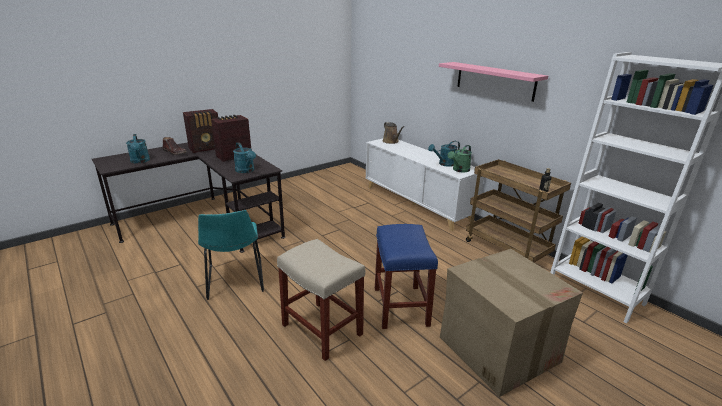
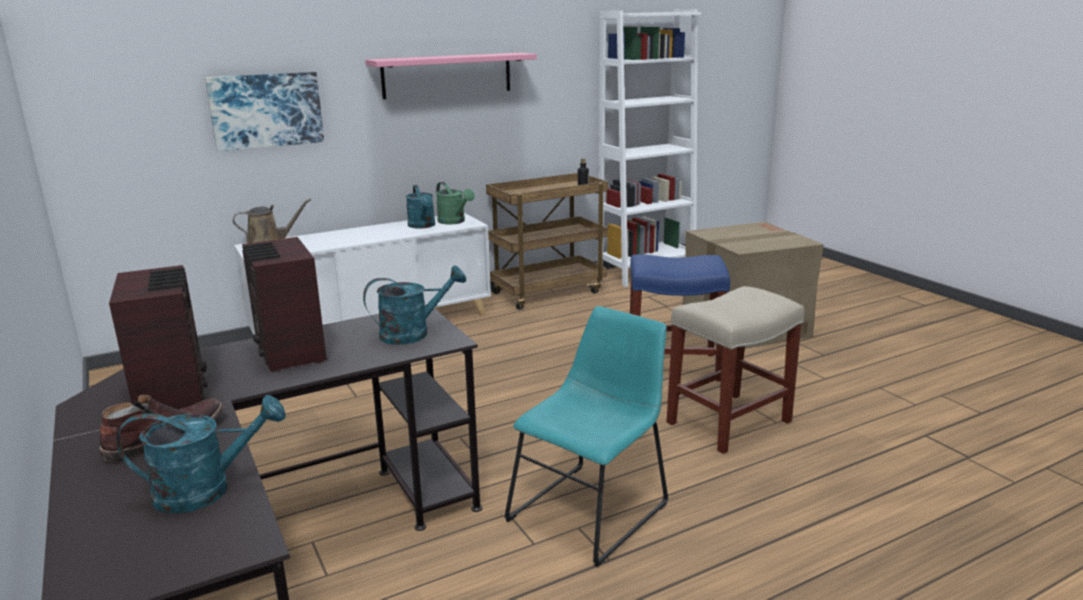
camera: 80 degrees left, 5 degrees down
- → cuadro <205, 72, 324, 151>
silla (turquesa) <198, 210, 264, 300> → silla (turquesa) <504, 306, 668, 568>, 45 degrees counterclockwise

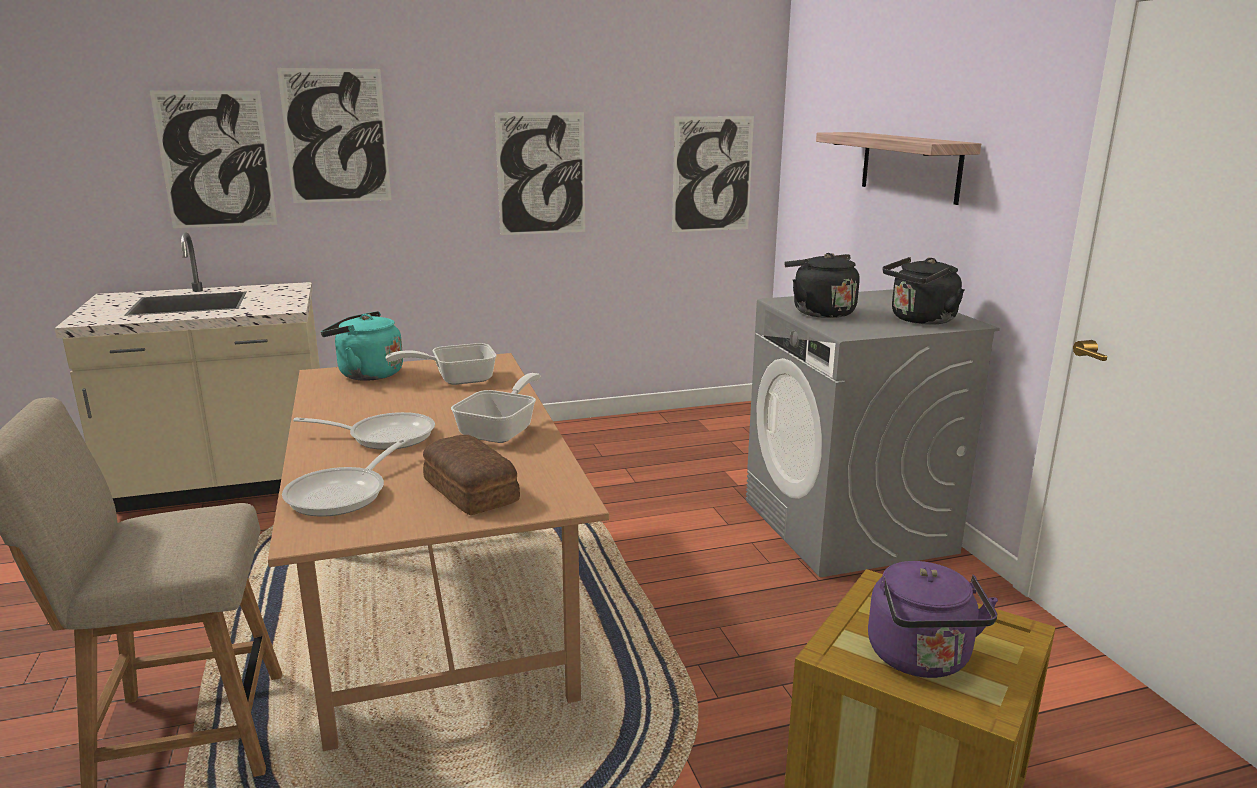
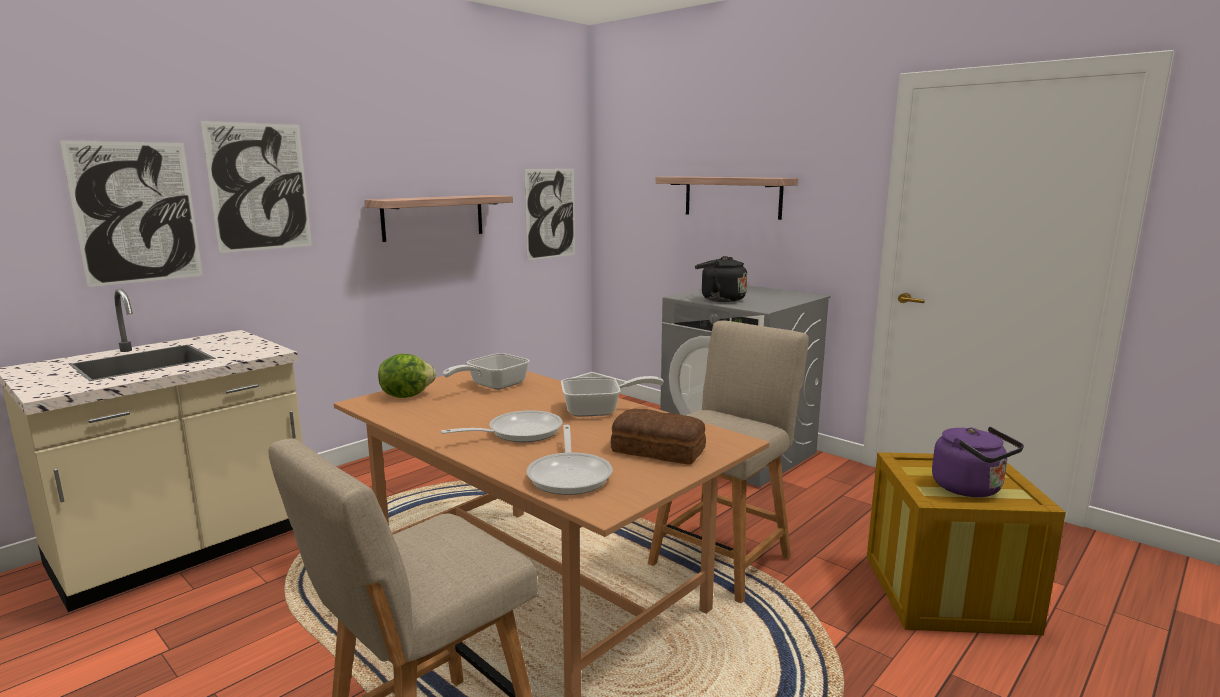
camera: 30 degrees left, 5 degrees down
cuadro <495, 112, 585, 235> → estante <364, 195, 513, 242>
hervidor (turquesa) <321, 311, 403, 381> → lechuga <378, 354, 436, 398>
sartén <451, 373, 540, 443> → sartén <561, 376, 664, 417>, 90 degrees clockwise
- → silla (beis) <648, 320, 809, 603>
hervidor (negro) <883, 257, 964, 325> → -

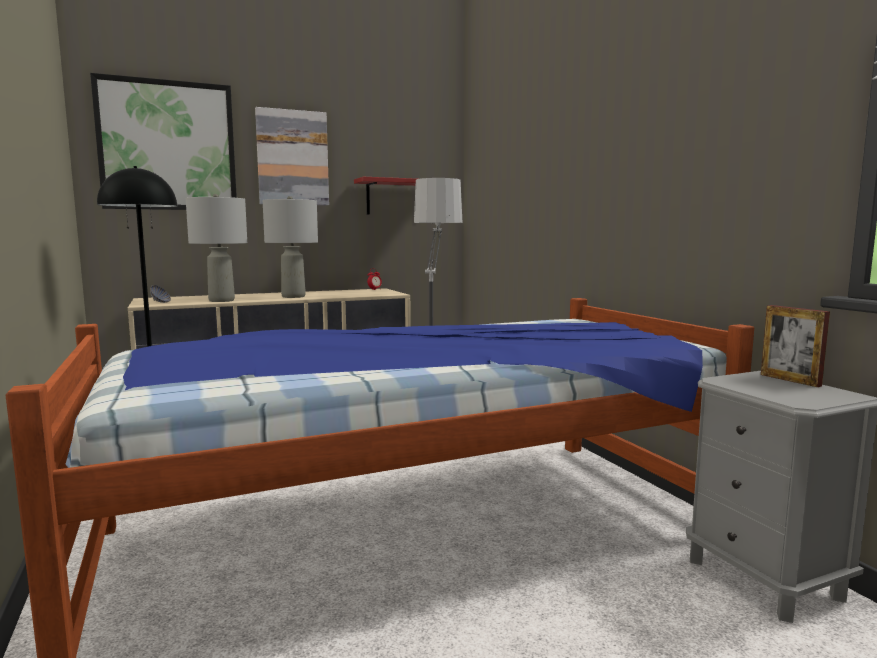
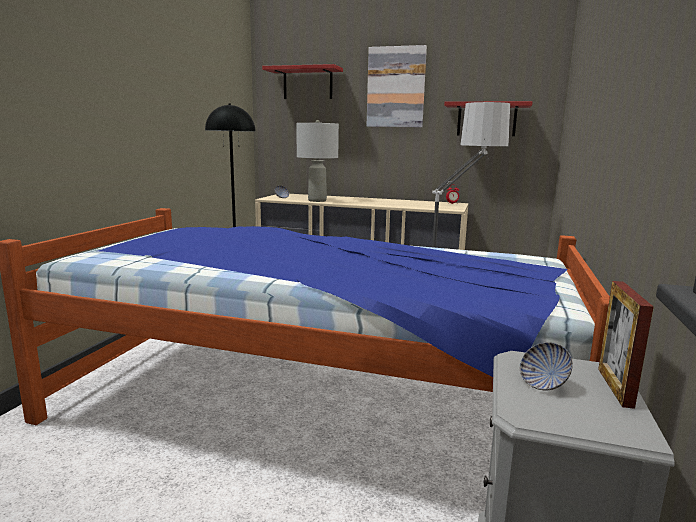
camera: 40 degrees right, 5 degrees up
cuadro <90, 73, 237, 210> → estante (rojo) <262, 64, 343, 99>
- → cuenco <520, 342, 573, 390>
lámpara de mesa (gris) <263, 196, 318, 298> → -

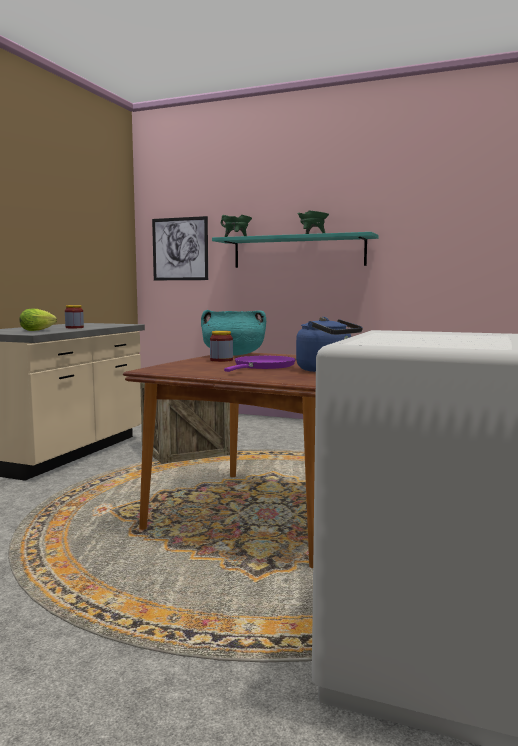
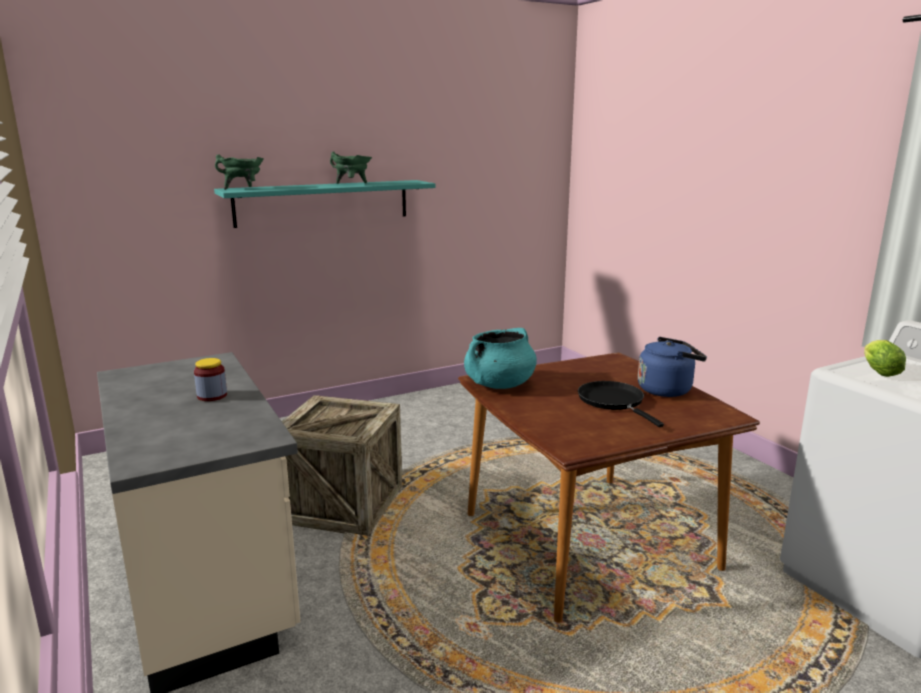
camera: 50 degrees left, 10 degrees up
sartén (morado) <224, 356, 296, 372> → sartén (negro) <578, 381, 664, 427>
lechuga <20, 309, 57, 331> → lechuga <864, 340, 906, 377>, move
cuadro <152, 216, 208, 280> → -
tarro <210, 331, 233, 362> → -

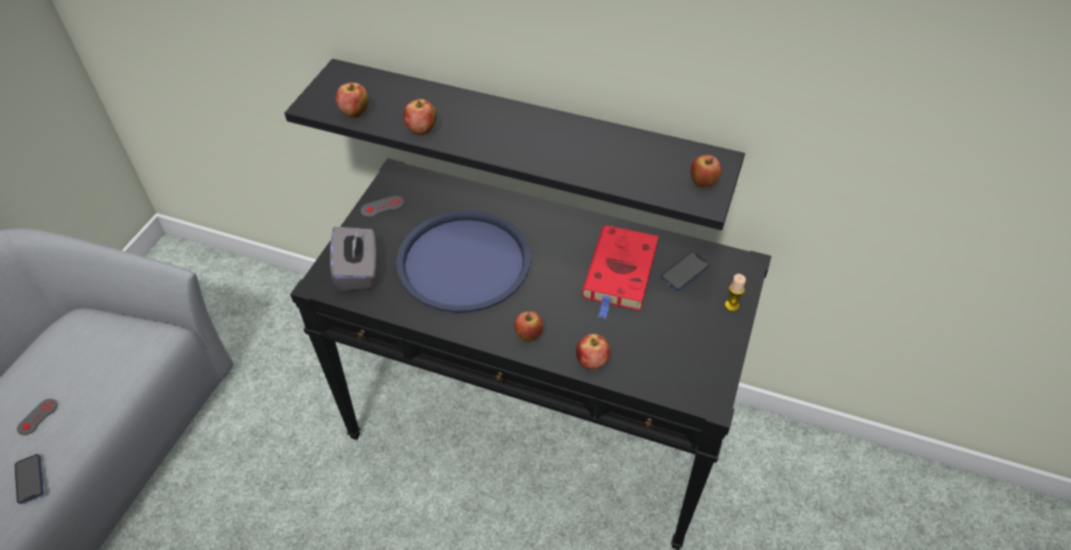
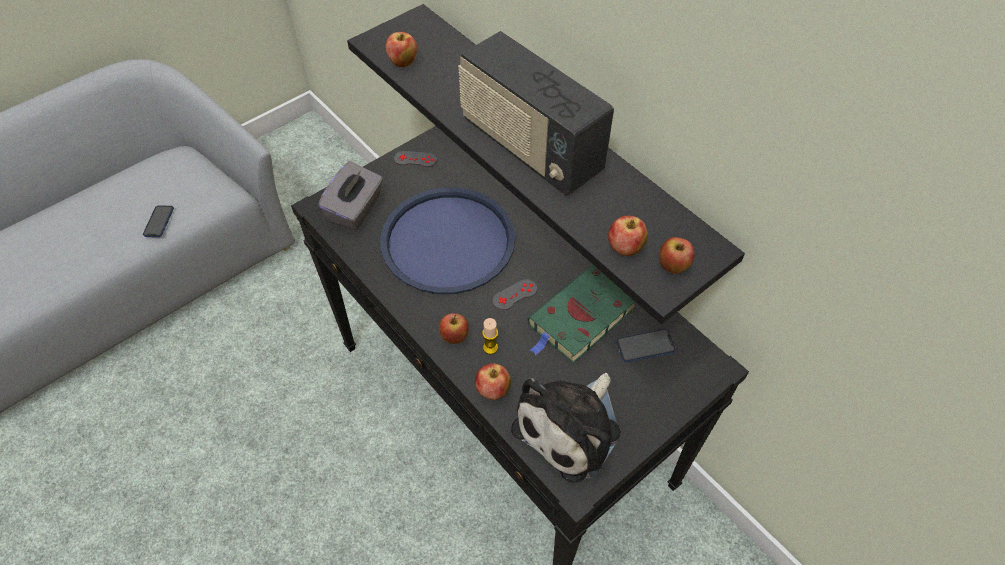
camera: 30 degrees right, 5 degrees up
móvil <14, 454, 44, 504> → móvil <143, 205, 174, 237>, move
- → radio <458, 31, 614, 196>
vela <725, 274, 746, 312> → vela <482, 318, 498, 354>, move
mando de consola (gris) <17, 399, 58, 435> → mando de consola (gris) <493, 279, 537, 310>, move
- → peluche <511, 373, 621, 483>
libro (rojo) <581, 225, 658, 319> → libro (verde) <527, 265, 637, 363>
manzana <404, 99, 437, 135> → manzana <608, 216, 648, 256>, move

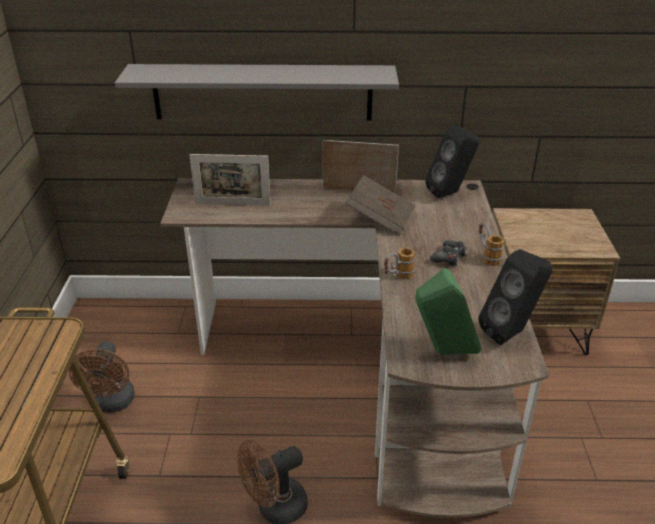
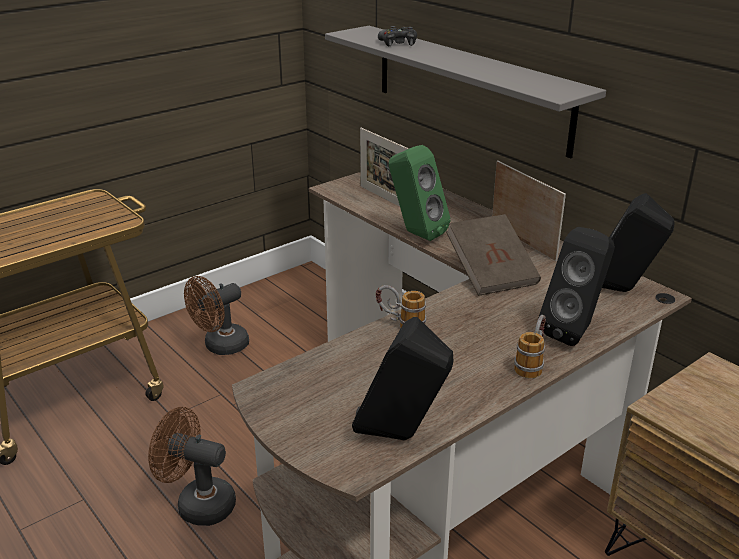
camera: 50 degrees right, 5 degrees down
mando de consola (negro) <430, 240, 466, 266> → mando de consola (negro) <378, 26, 417, 46>, move
altavoz (verde) <415, 268, 481, 355> → altavoz (verde) <389, 145, 451, 241>, move
- → altavoz (negro) <539, 227, 615, 346>

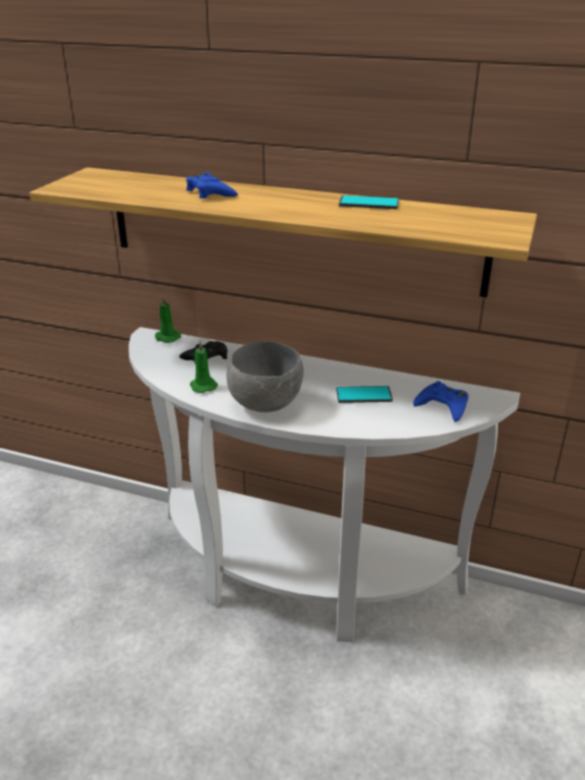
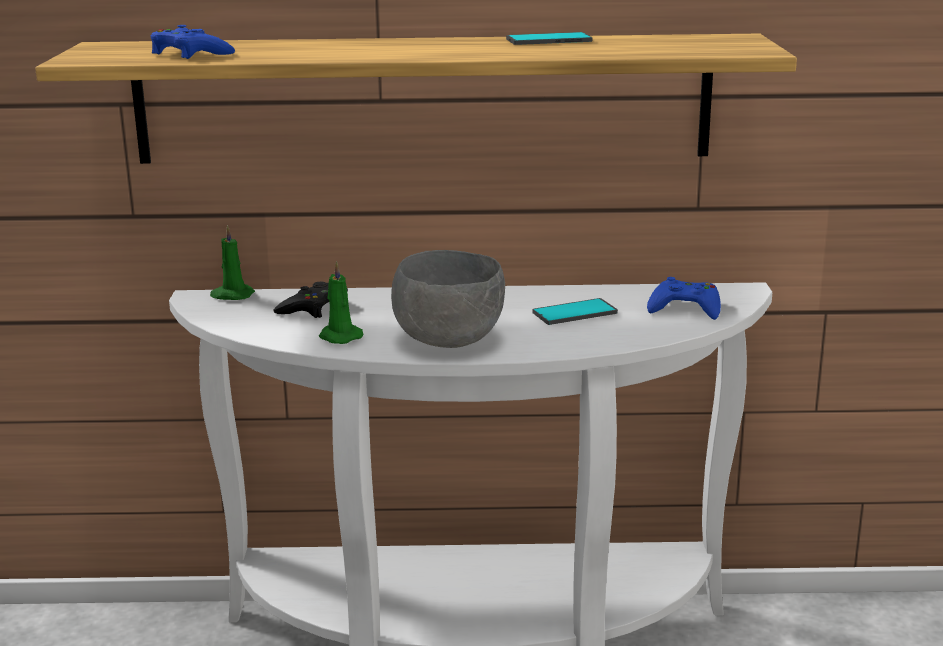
camera: 20 degrees left, 10 degrees down
mando de consola (azul) <186, 172, 238, 199> → mando de consola (azul) <151, 25, 235, 59>, move

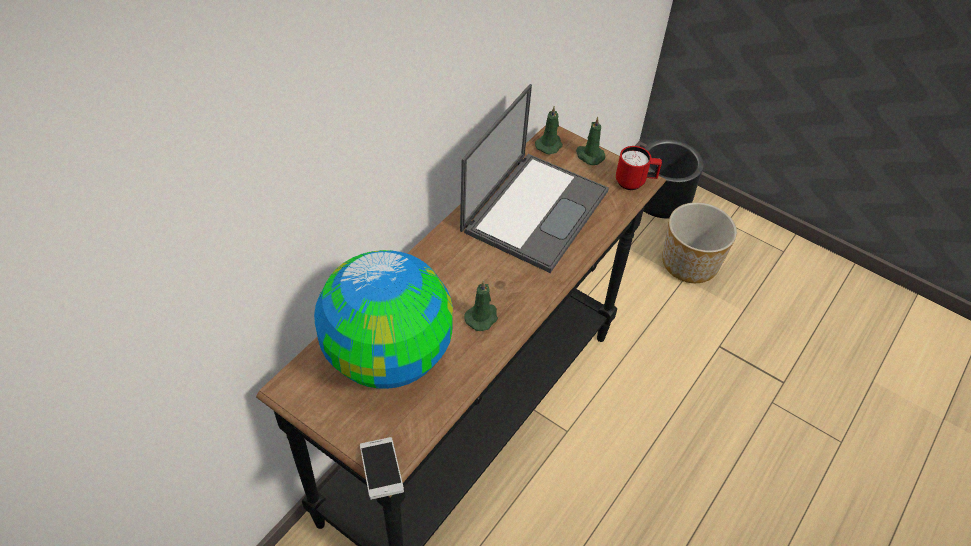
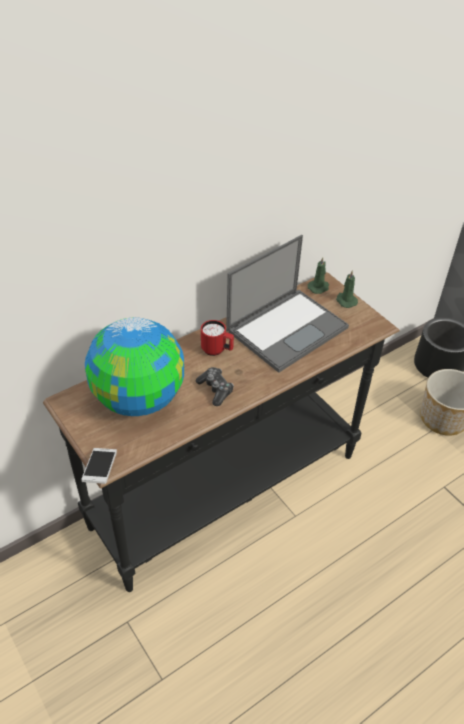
camera: 20 degrees right, 5 degrees down
vela (verde) <464, 280, 498, 331> → mando de consola <196, 367, 234, 406>
taza grande (rojo) <616, 146, 662, 190> → taza grande (rojo) <201, 320, 234, 356>, move

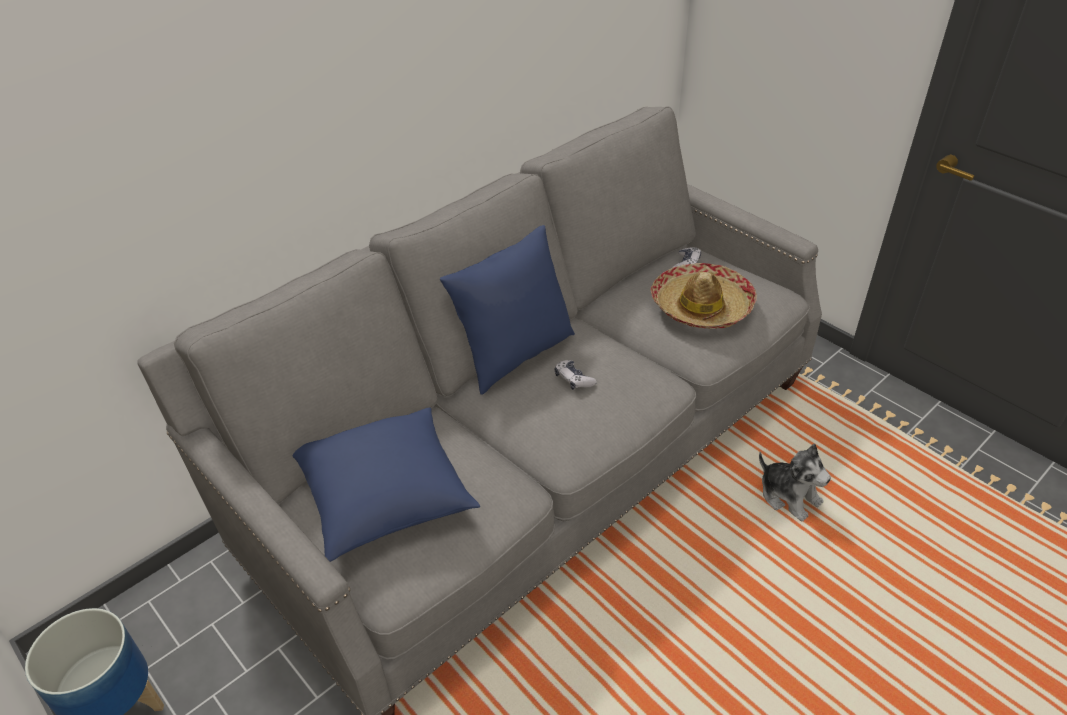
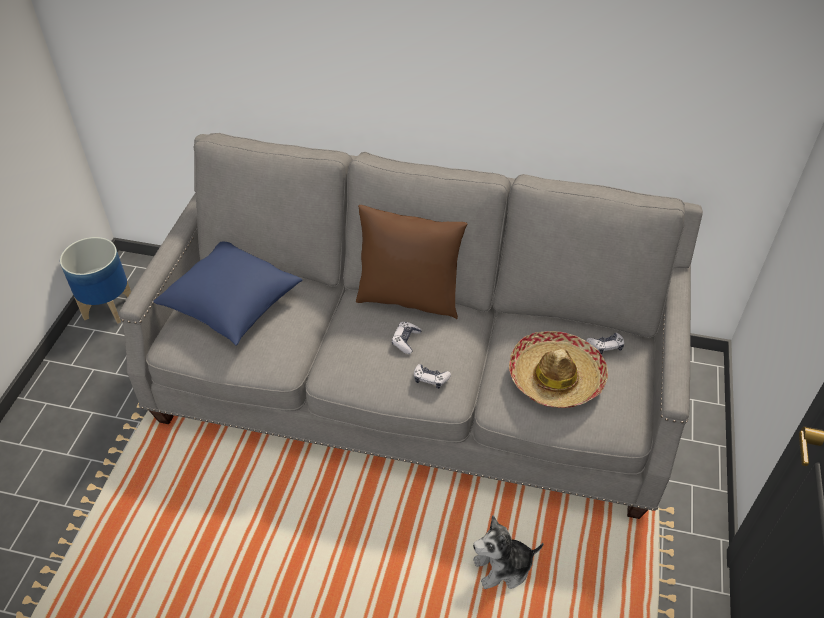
camera: 55 degrees right, 5 degrees up
cojín (azul) <440, 225, 575, 395> → cojín (marrón) <356, 205, 467, 319>
- → mando de consola <414, 364, 451, 389>
peluche <759, 444, 831, 522> → peluche <473, 516, 544, 589>, 60 degrees clockwise

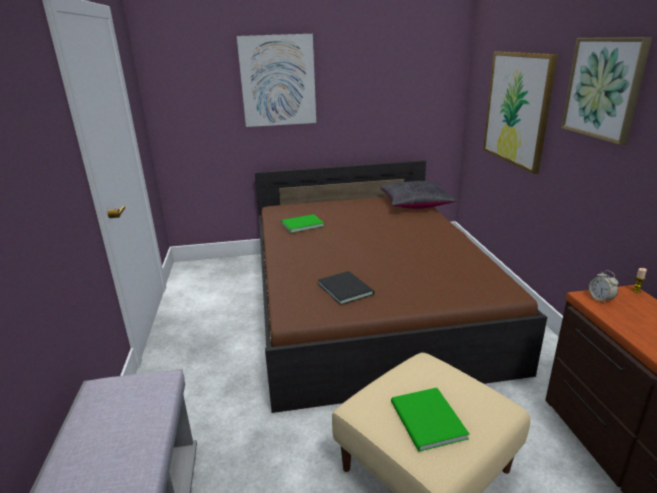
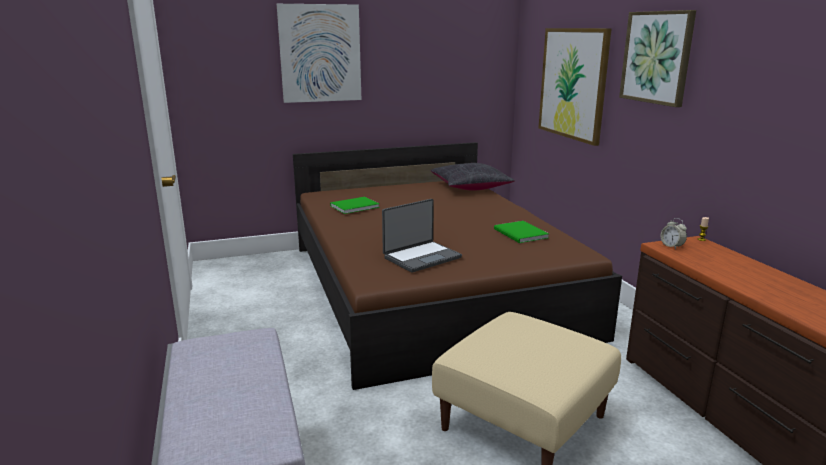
camera: 10 degrees left, 5 degrees down
libro (negro) <318, 271, 374, 305> → portátil <382, 199, 462, 272>
libro (verde) <391, 388, 470, 452> → libro (verde) <494, 221, 549, 243>, move

